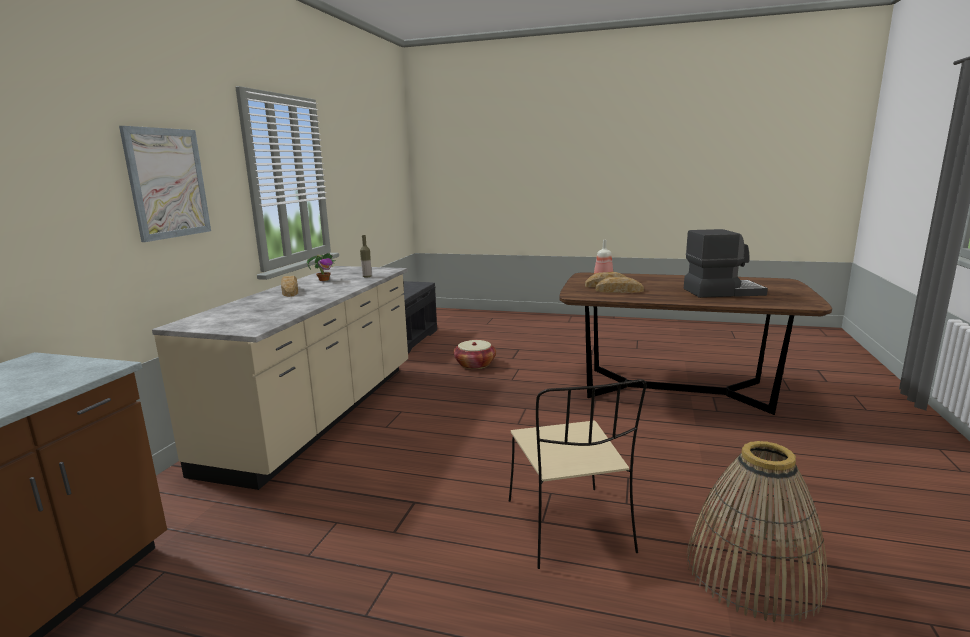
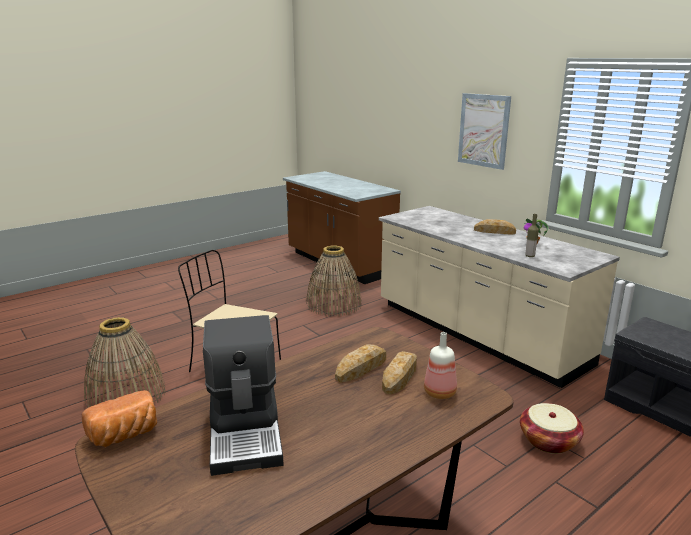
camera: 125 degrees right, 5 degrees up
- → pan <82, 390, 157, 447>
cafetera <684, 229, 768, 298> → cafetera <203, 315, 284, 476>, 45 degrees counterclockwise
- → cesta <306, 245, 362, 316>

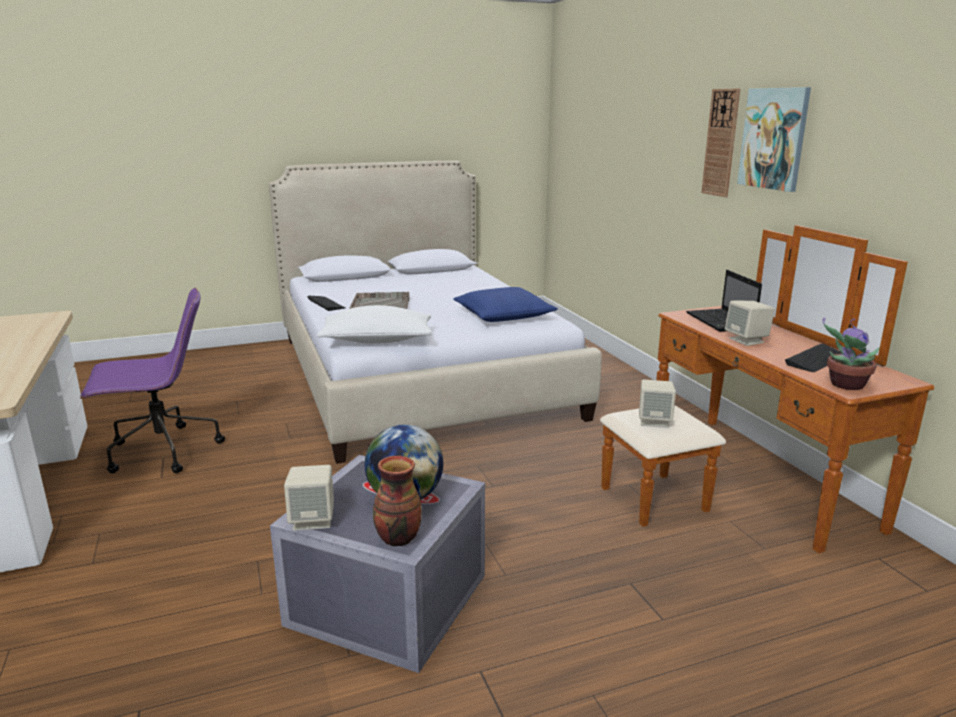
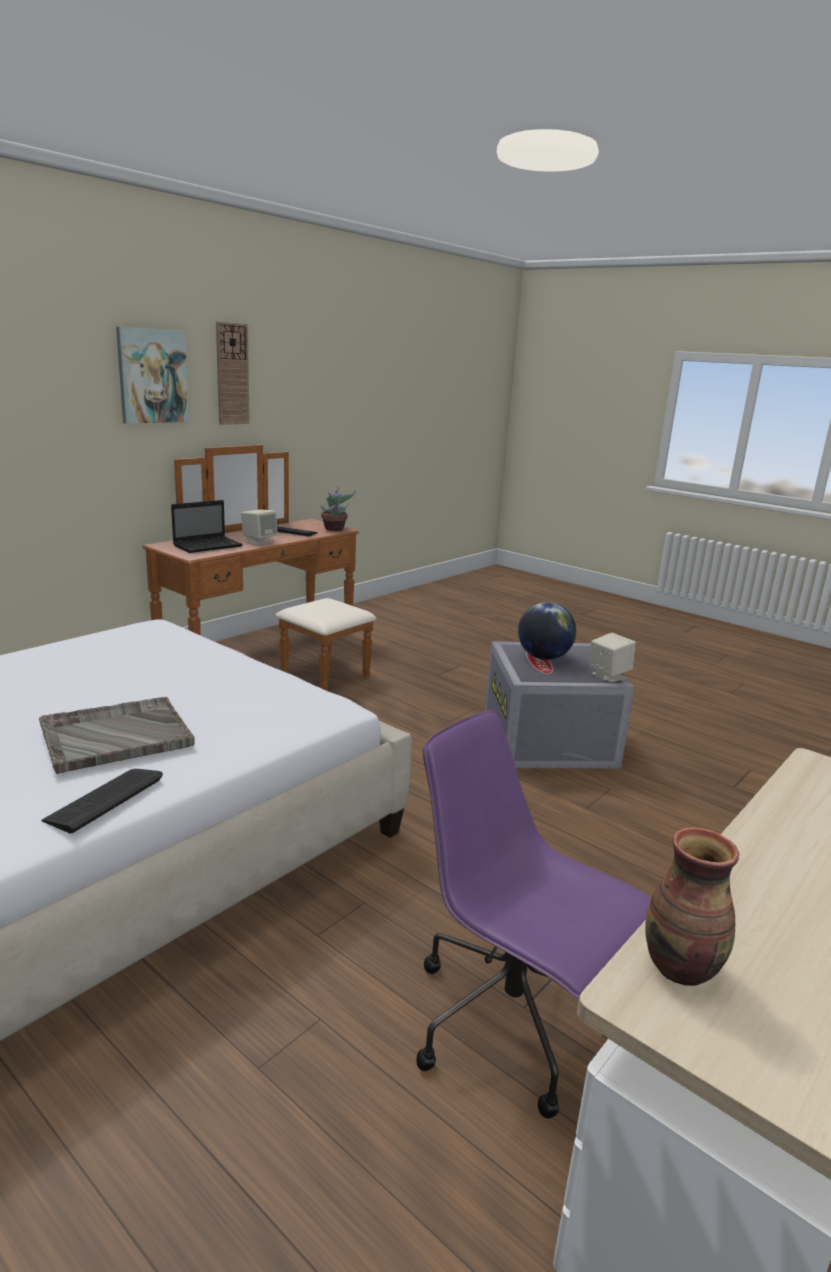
camera: 120 degrees left, 0 degrees up
reloj de pared <701, 89, 740, 197> → reloj de pared <216, 322, 250, 425>, move
florero <373, 456, 422, 547> → florero <645, 827, 739, 986>, move
cojín (blanco) <317, 305, 432, 344> → -
cojín (azul) <453, 287, 558, 322> → -
altavoz (beis) <639, 379, 676, 428> → -

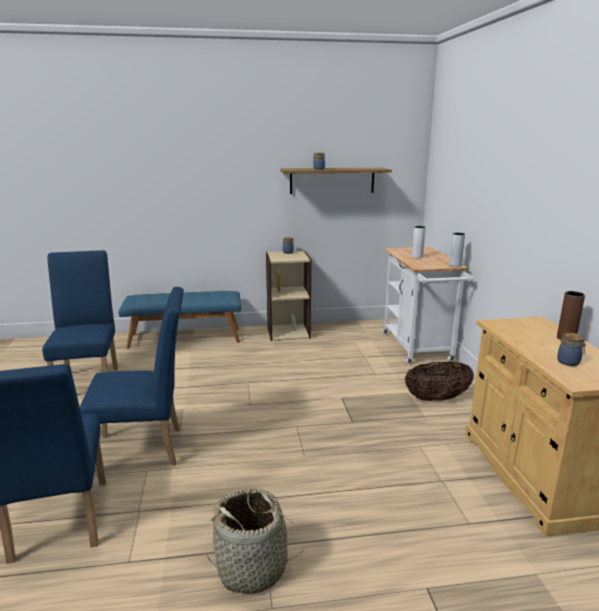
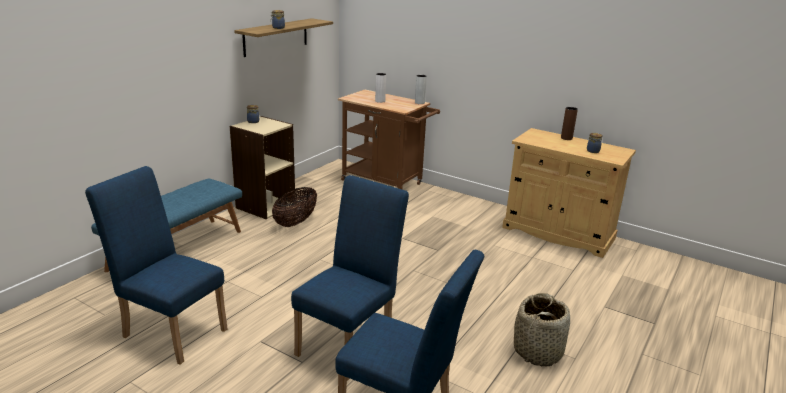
camera: 50 degrees left, 5 degrees up
cesta <405, 361, 474, 401> → cesta <272, 187, 317, 227>, move
carrito (blanco) <382, 247, 474, 365> → carrito (marrón) <338, 90, 440, 189>

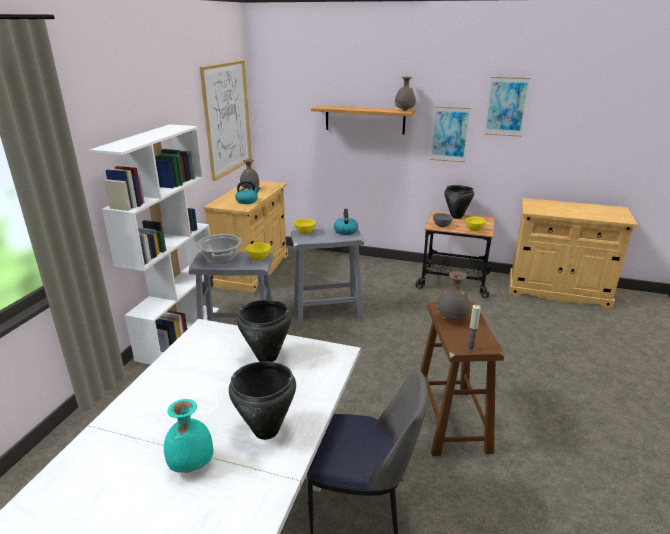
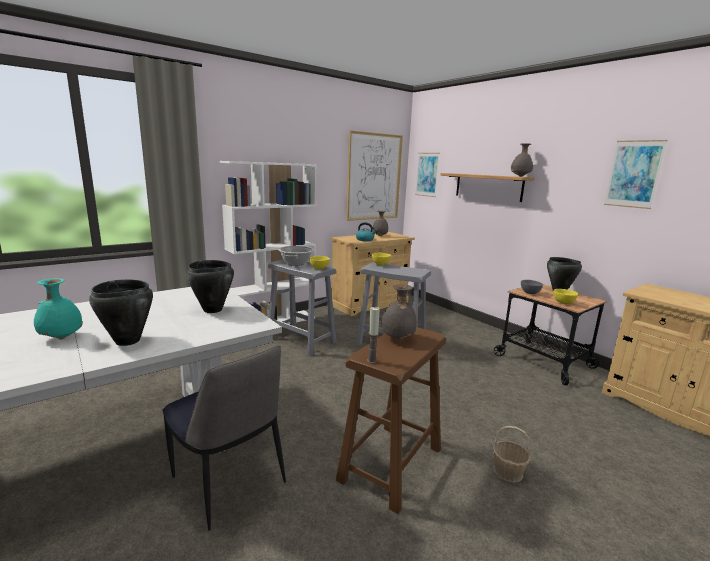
camera: 35 degrees right, 10 degrees down
cuadro <430, 106, 471, 162> → cuadro <415, 153, 440, 197>, move
- → cesta <493, 426, 531, 482>
hervidor <334, 209, 358, 235> → -

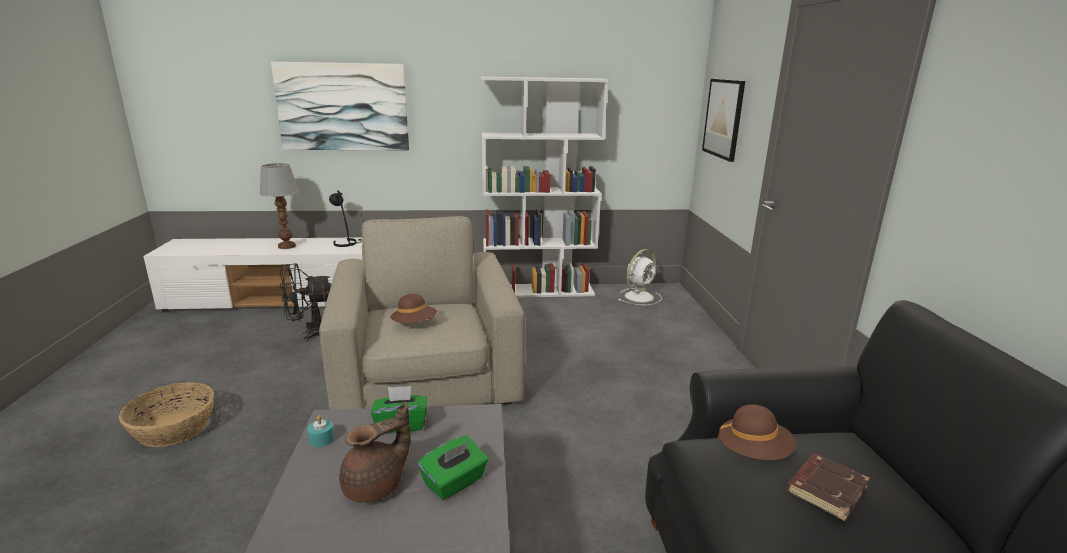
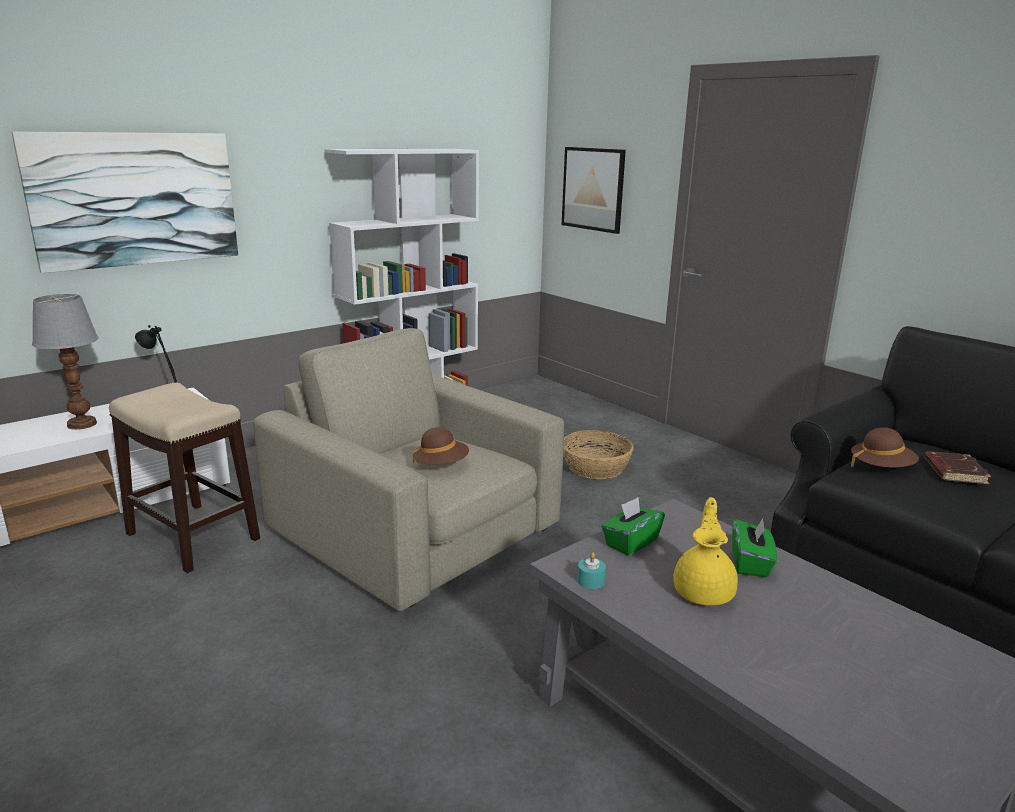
camera: 35 degrees left, 0 degrees up
ventilador (negro) <280, 263, 331, 342> → taburete <109, 383, 260, 573>
cesta <119, 382, 214, 447> → cesta <563, 430, 634, 479>, move
tetera (marrón) <339, 402, 411, 503> → tetera (amarillo) <673, 497, 738, 605>
ventilador (blanco) <618, 249, 662, 305> → -

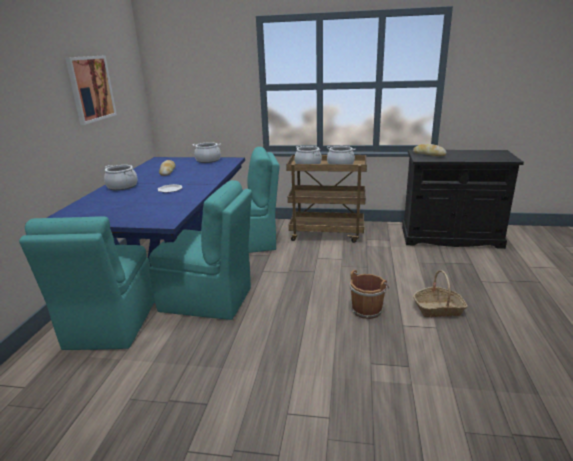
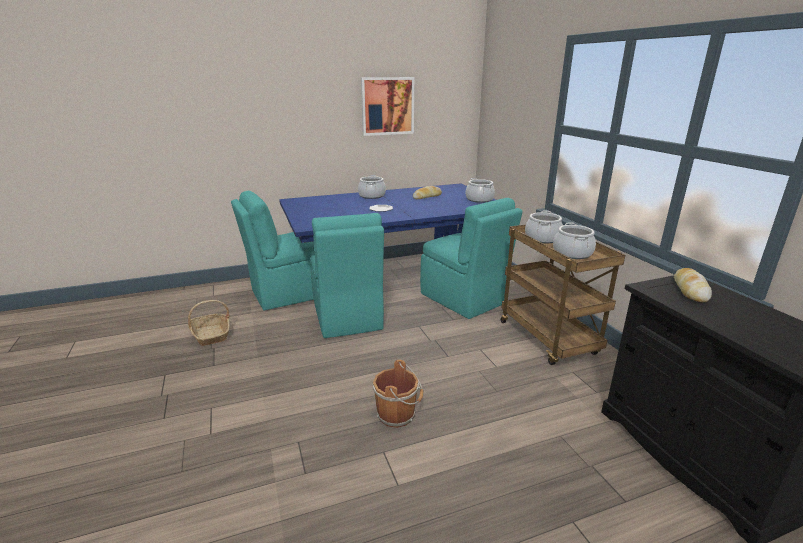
camera: 60 degrees right, 0 degrees up
cesta <413, 270, 468, 317> → cesta <188, 300, 230, 346>, move

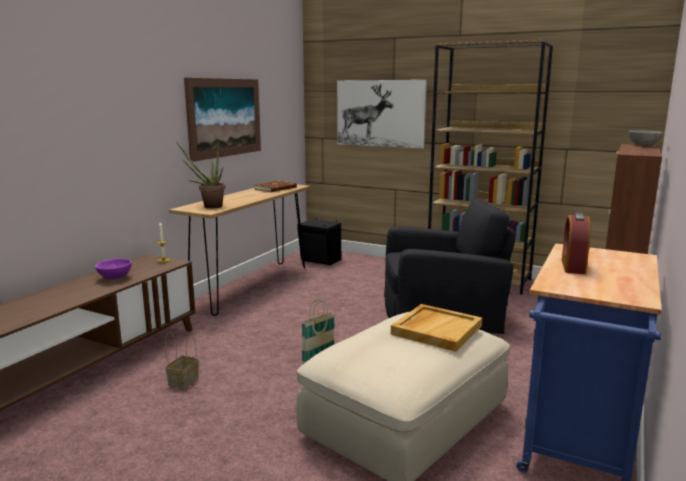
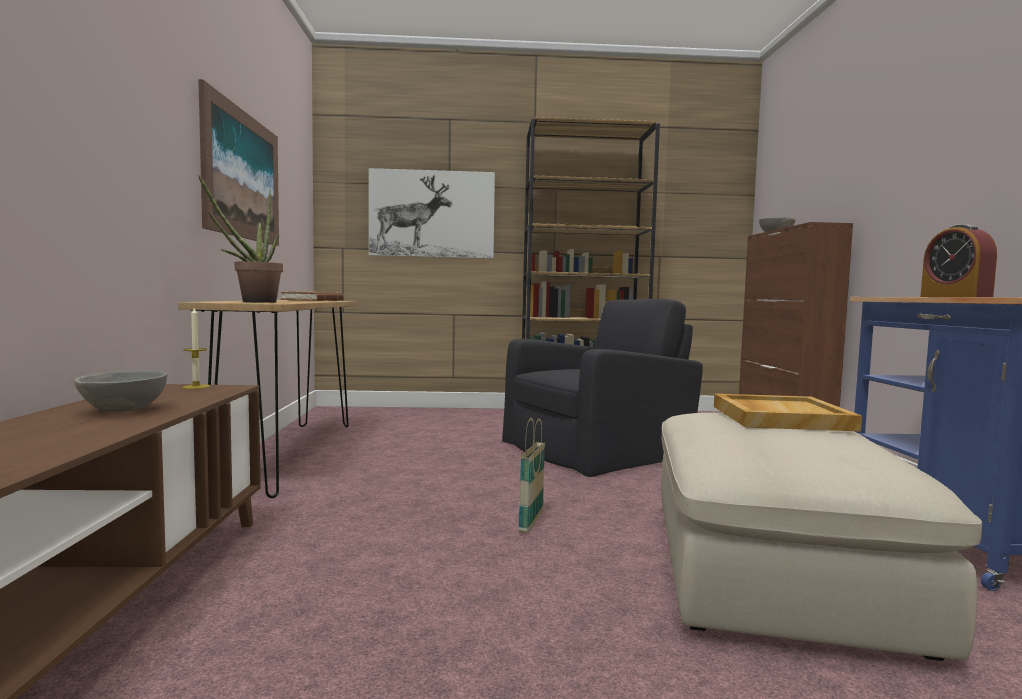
camera: 30 degrees left, 10 degrees down
cuenco (morado) <95, 259, 132, 279> → cuenco (gris) <74, 371, 167, 412>
cesta <165, 332, 199, 389> → -
altavoz (negro) <297, 218, 341, 265> → -

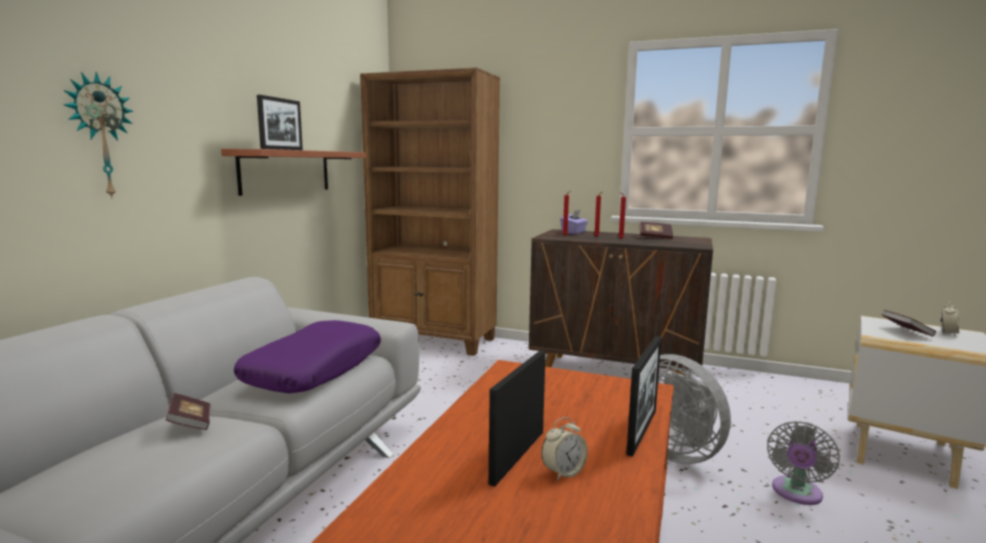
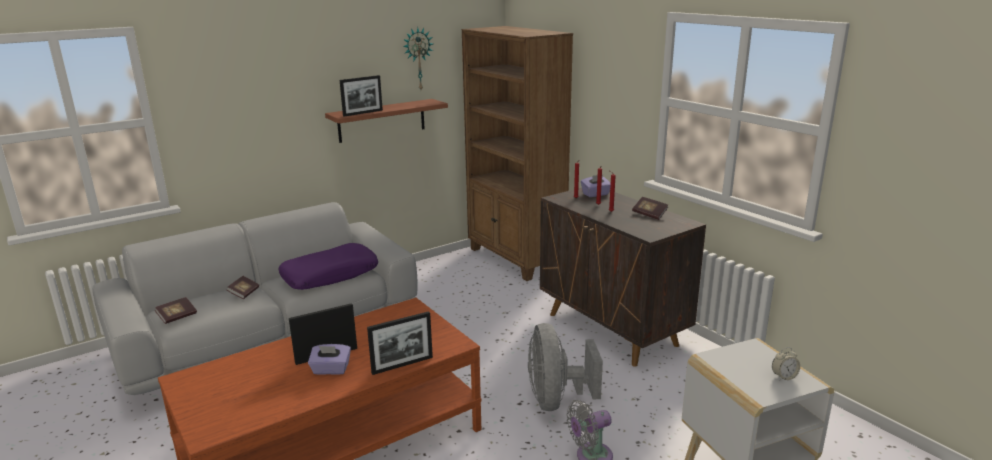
camera: 35 degrees right, 10 degrees up
libro <881, 310, 936, 336> → libro <154, 297, 197, 324>, move
despertador <541, 417, 588, 481> → caja de pañuelos (morado) <308, 344, 351, 375>
reloj de pared <63, 72, 133, 199> → reloj de pared <403, 28, 433, 89>, move

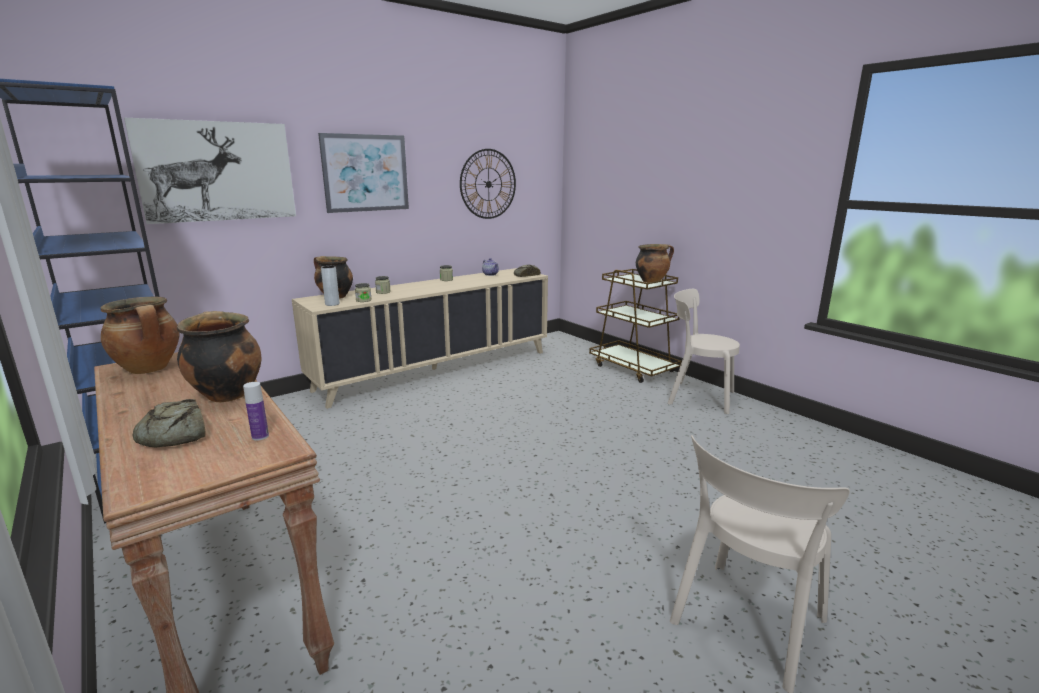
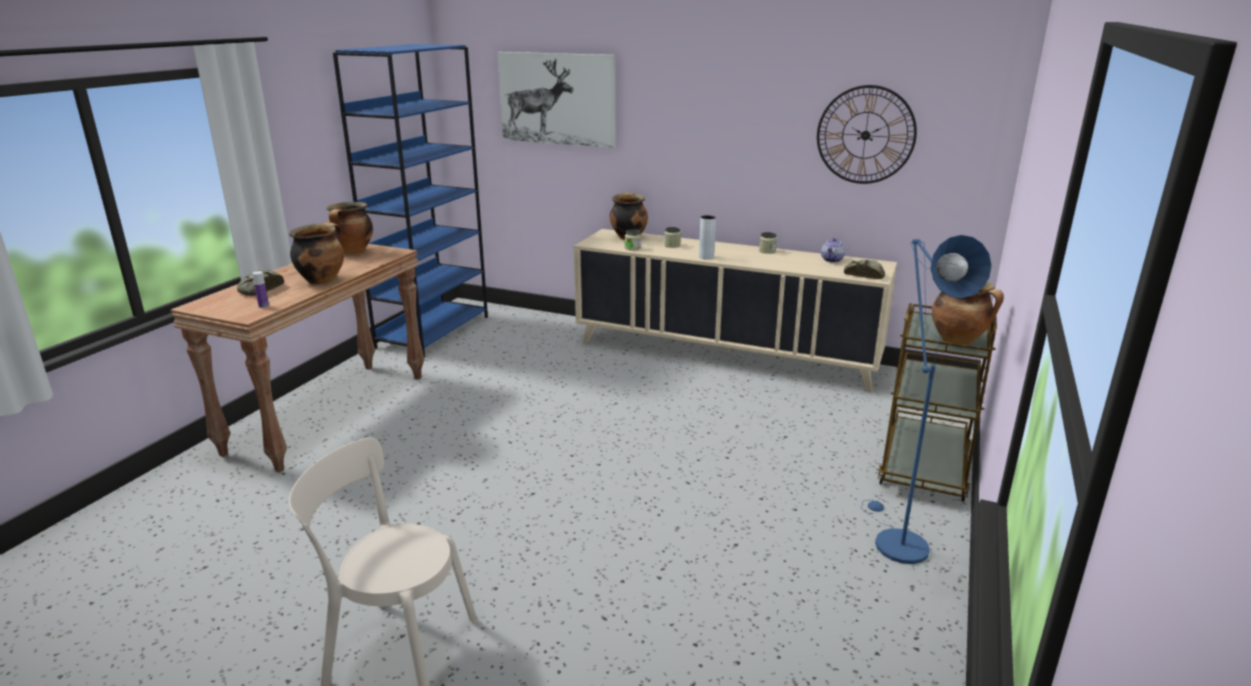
camera: 60 degrees right, 5 degrees up
florero (gris) <321, 266, 340, 306> → florero (gris) <699, 215, 716, 259>, move
silla (beis) <667, 289, 740, 414> → lámpara de pie (azul) <861, 235, 991, 564>
cuadro <318, 133, 409, 213> → -

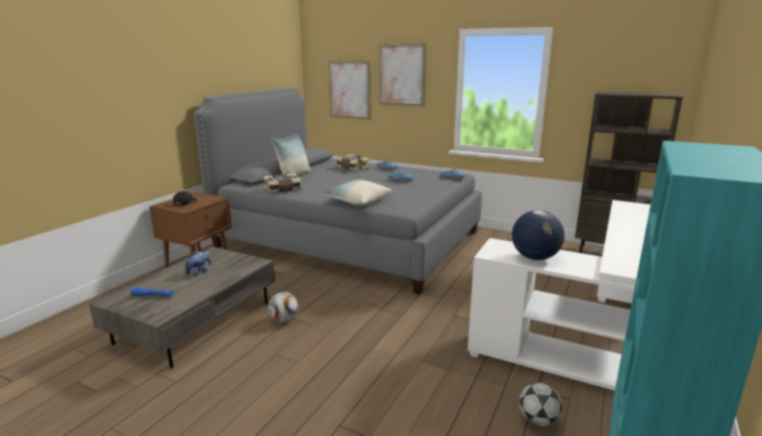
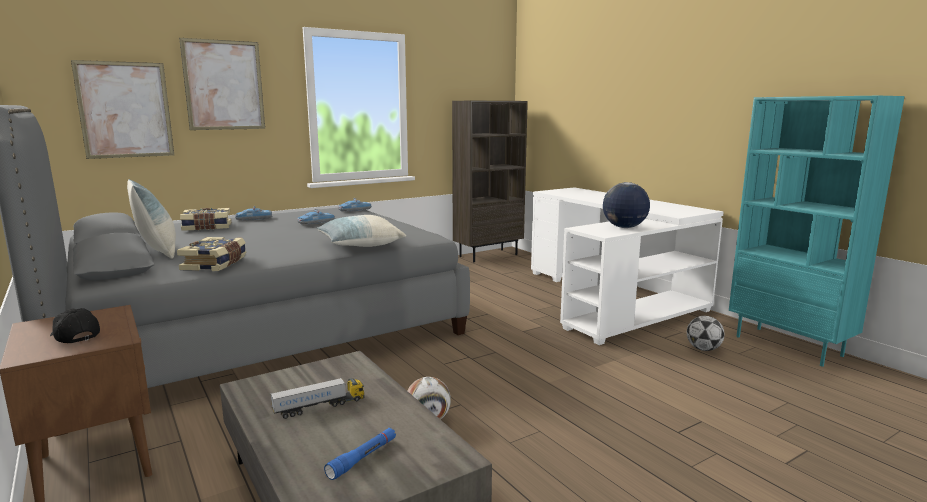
camera: 60 degrees left, 5 degrees down
peluche <185, 251, 211, 277> → camión de juguete <271, 378, 365, 419>

